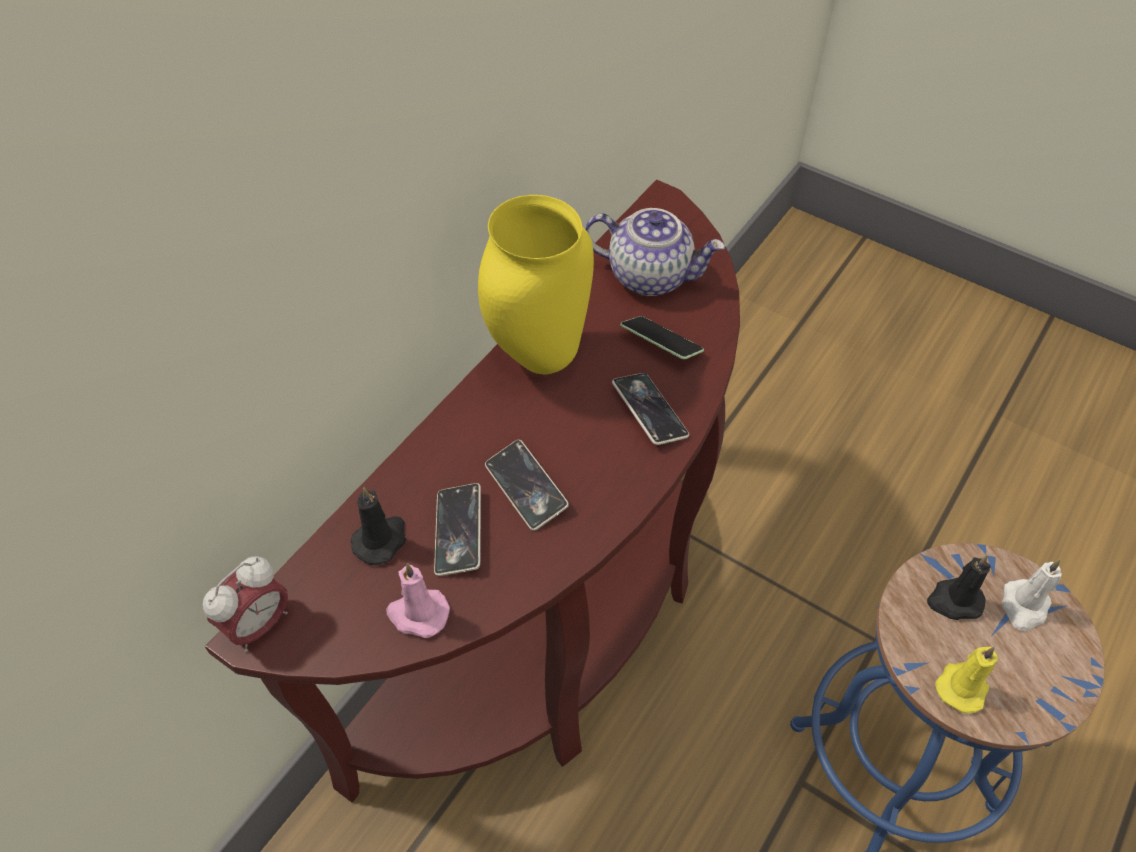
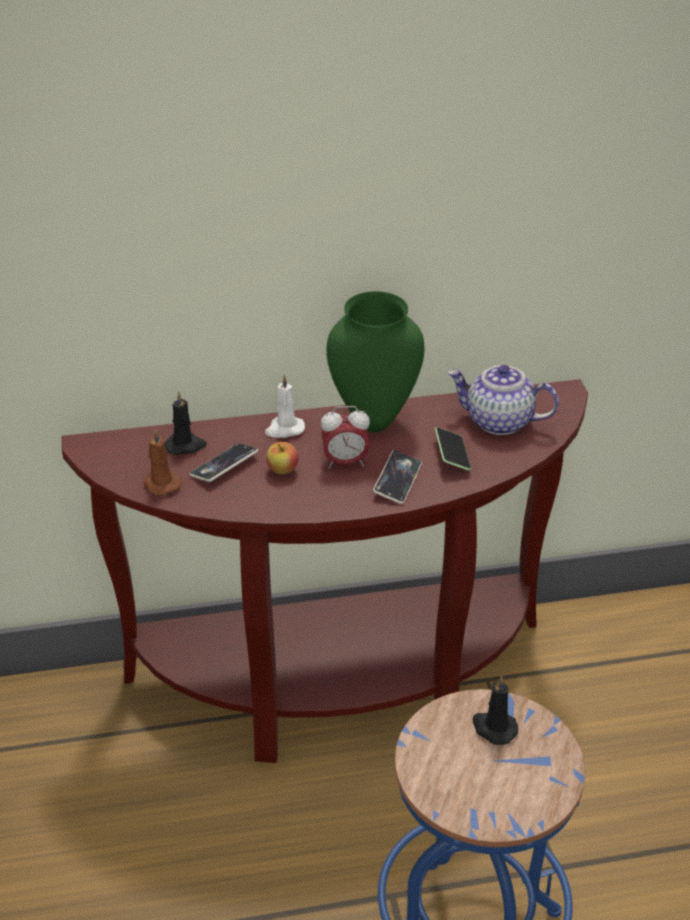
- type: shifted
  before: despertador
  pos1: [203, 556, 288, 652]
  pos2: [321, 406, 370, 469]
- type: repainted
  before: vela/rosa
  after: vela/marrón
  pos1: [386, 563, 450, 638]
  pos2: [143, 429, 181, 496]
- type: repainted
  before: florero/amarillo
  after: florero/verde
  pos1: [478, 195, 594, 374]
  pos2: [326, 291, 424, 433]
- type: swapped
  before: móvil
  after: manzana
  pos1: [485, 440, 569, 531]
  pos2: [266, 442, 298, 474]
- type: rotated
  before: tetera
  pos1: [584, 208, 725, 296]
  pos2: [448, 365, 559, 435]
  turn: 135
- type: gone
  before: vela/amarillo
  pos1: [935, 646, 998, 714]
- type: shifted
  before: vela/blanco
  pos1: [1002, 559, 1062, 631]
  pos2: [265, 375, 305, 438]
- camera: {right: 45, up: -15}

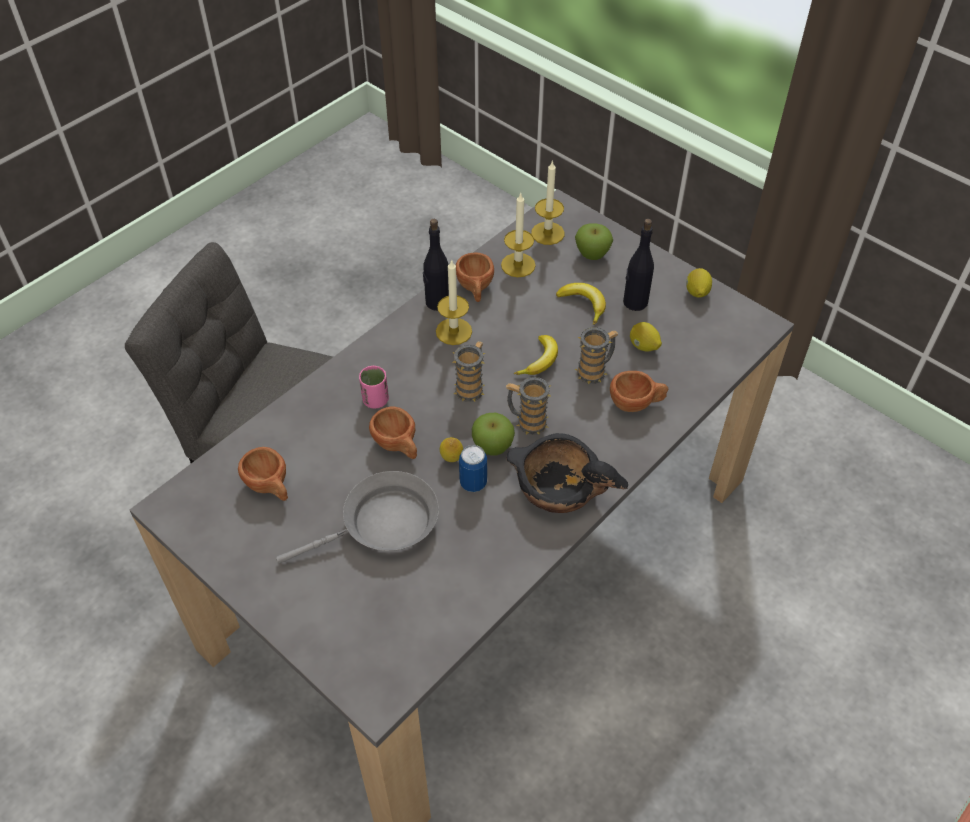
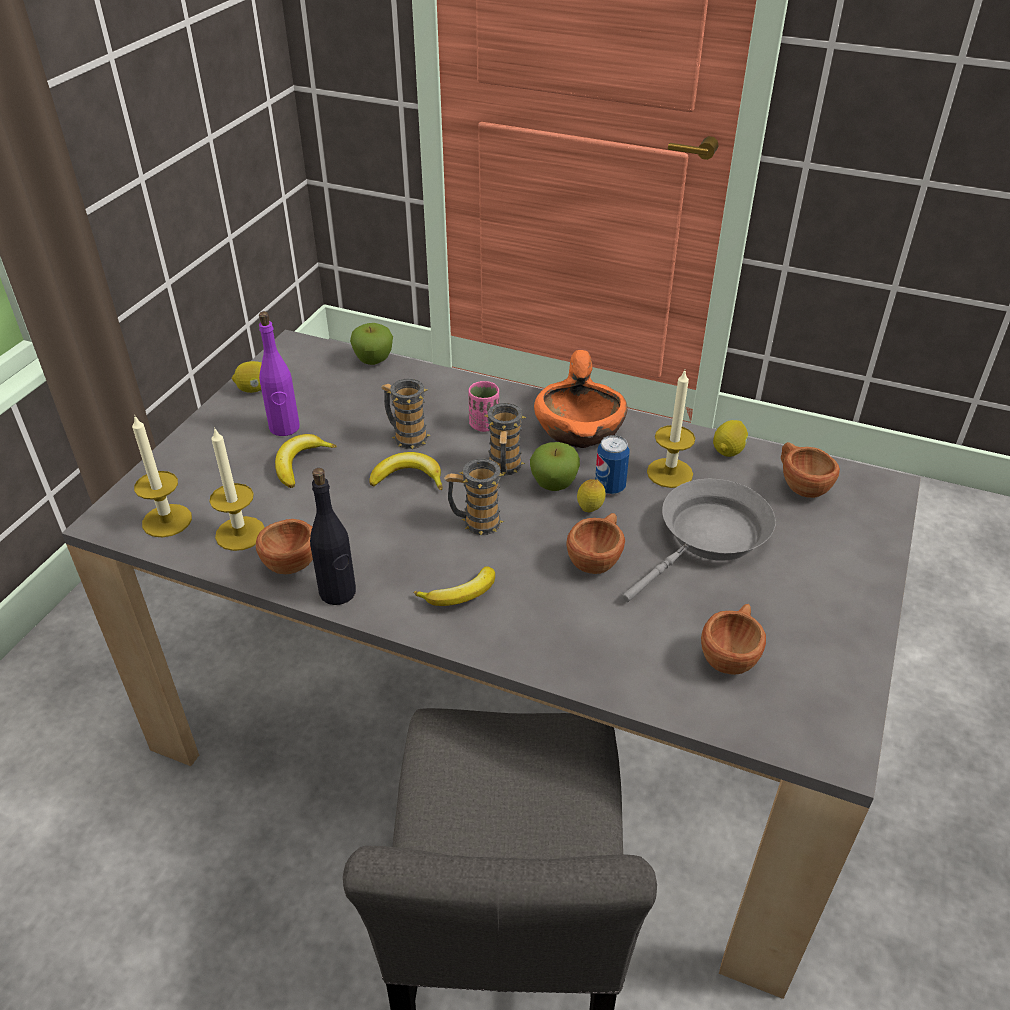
- type: rotated
  before: sartén/gris
  pos1: [276, 471, 439, 564]
  pos2: [622, 478, 776, 602]
  turn: 90
- type: shifted
  before: taza/rosa
  pos1: [359, 366, 389, 409]
  pos2: [469, 381, 499, 432]
- type: shifted
  before: vela
  pos1: [436, 259, 472, 345]
  pos2: [647, 370, 695, 488]
- type: repainted
  before: cuenco/negro
  after: cuenco/naranja
  pos1: [506, 433, 628, 513]
  pos2: [534, 350, 628, 448]
- type: shifted
  before: manzana
  pos1: [575, 223, 613, 260]
  pos2: [350, 323, 393, 365]
- type: shifted
  before: taza/marrón
  pos1: [610, 371, 668, 412]
  pos2: [781, 442, 840, 498]
- type: repainted
  before: botella/negro
  after: botella/morado
  pos1: [623, 219, 654, 311]
  pos2: [259, 311, 300, 436]
- type: shifted
  before: limón
  pos1: [630, 322, 662, 352]
  pos2: [713, 420, 748, 457]
- type: new
  after: plátano
  pos2: [413, 566, 495, 606]
- camera: {right: -110, up: -10}

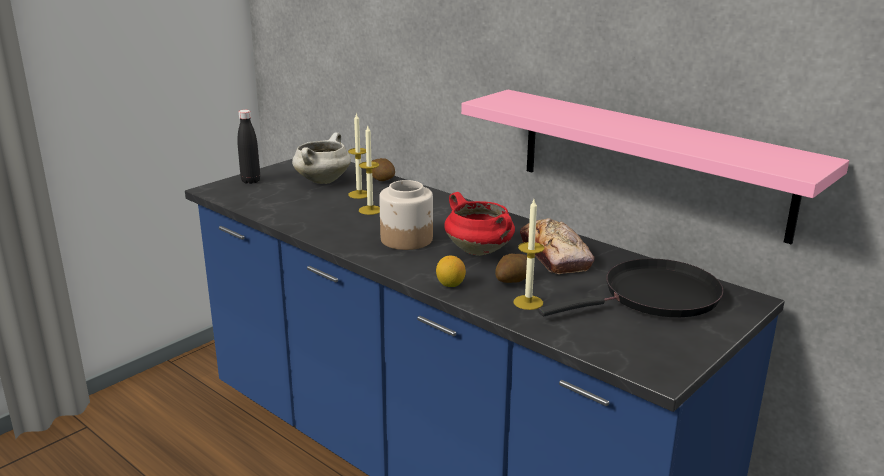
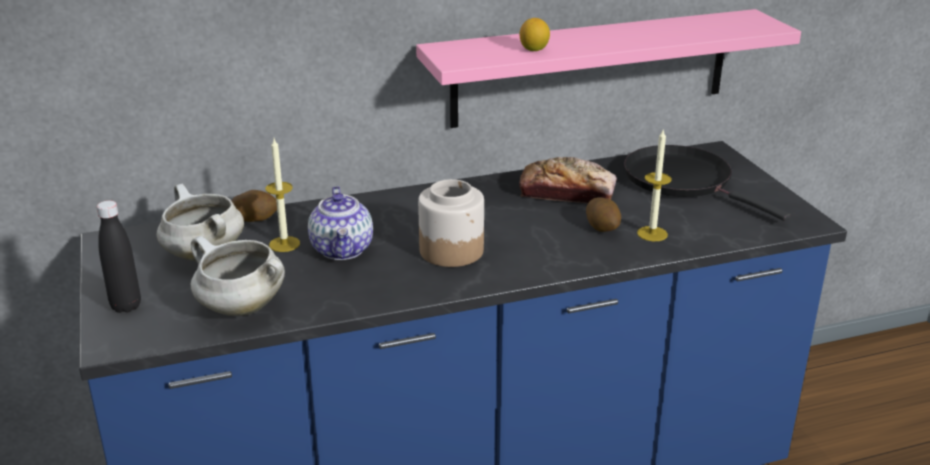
- type: swapped
  before: vela
  after: tetera
  pos1: [359, 126, 380, 215]
  pos2: [308, 186, 373, 260]
- type: shifted
  before: limón
  pos1: [436, 256, 466, 287]
  pos2: [520, 18, 550, 51]
- type: gone
  before: olla/rojo
  pos1: [444, 192, 515, 256]
- type: rotated
  before: sartén/negro
  pos1: [538, 258, 724, 317]
  pos2: [624, 145, 790, 221]
  turn: -45
- type: new
  after: olla/blanco
  pos2: [191, 236, 285, 316]
- camera: {right: -60, up: 5}

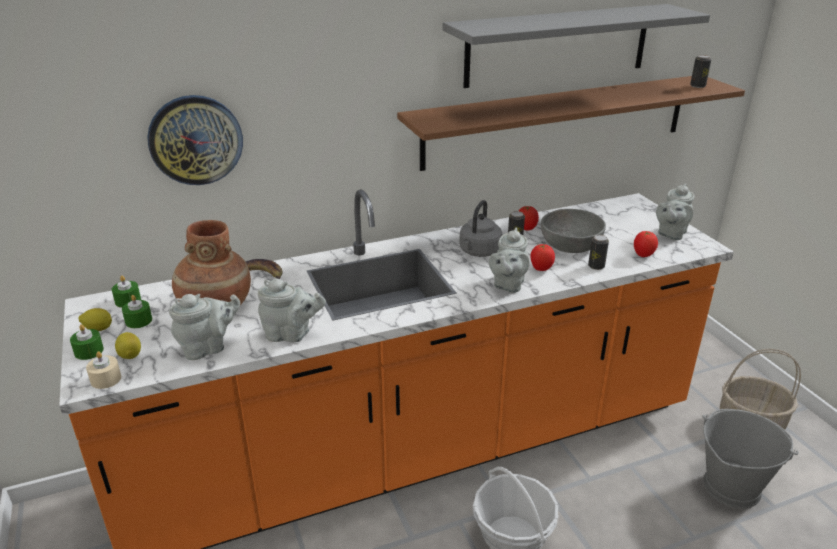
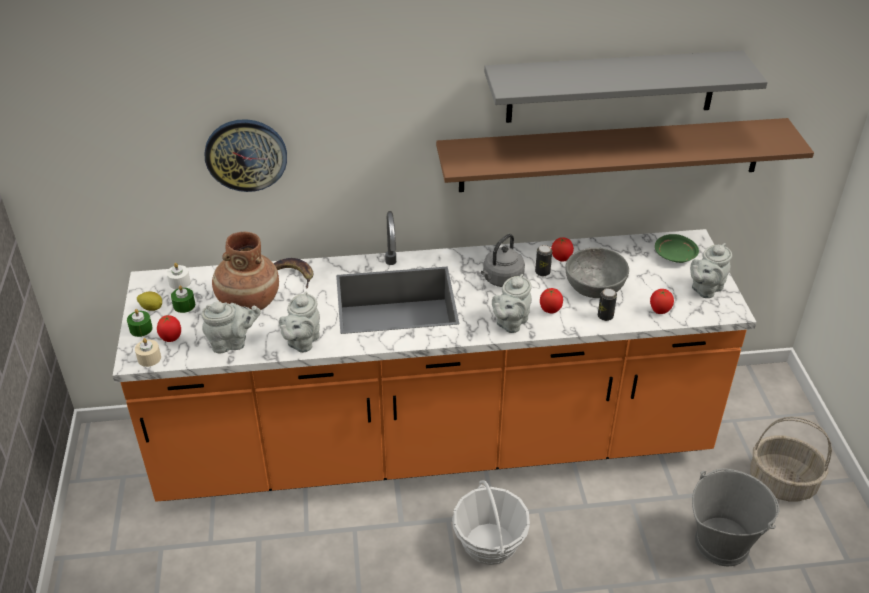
- type: repainted
  before: vela/verde
  after: vela/blanco
  pos1: [112, 276, 141, 308]
  pos2: [167, 263, 191, 290]
- type: swapped
  before: limón
  after: tomate
  pos1: [115, 332, 141, 359]
  pos2: [157, 315, 181, 342]
- type: rotated
  before: tetera/gris
  pos1: [258, 279, 326, 342]
  pos2: [279, 292, 320, 353]
  turn: 90
- type: gone
  before: lata
  pos1: [690, 55, 711, 88]
- type: new
  after: plato/verde
  pos2: [655, 234, 699, 263]
- camera: {right: 15, up: 10}

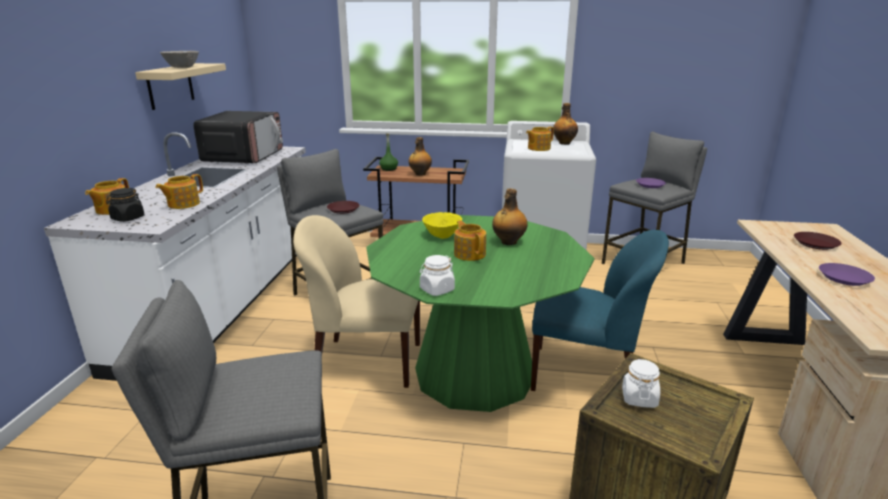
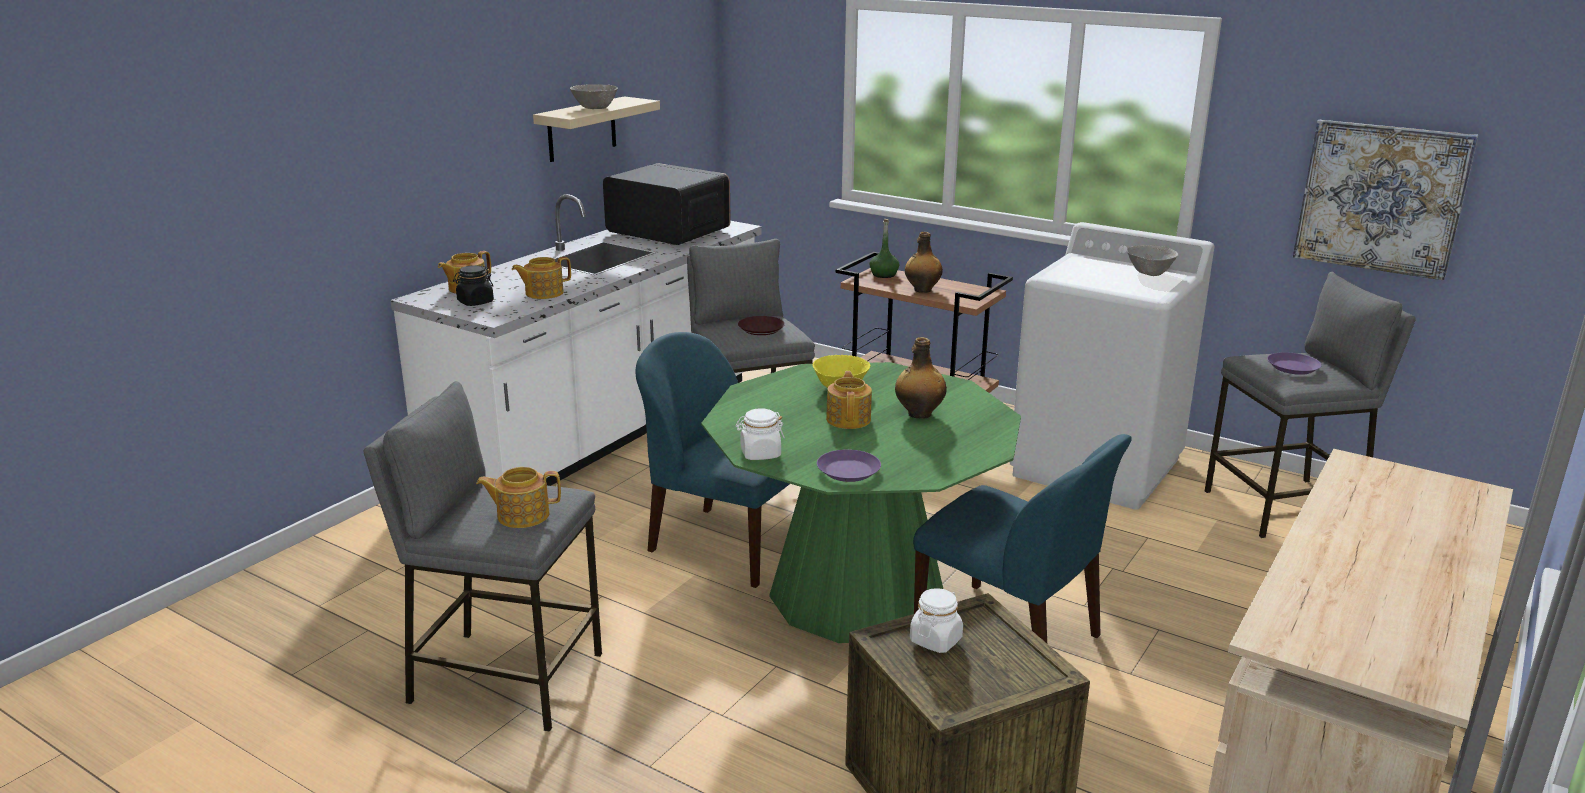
- type: rotated
  before: microondas
  pos1: [193, 111, 283, 163]
  pos2: [603, 163, 731, 245]
  turn: -90
- type: repainted
  before: silla/beis
  after: silla/azul
  pos1: [293, 215, 420, 388]
  pos2: [636, 332, 790, 588]
- type: shifted
  before: tetera
  pos1: [526, 127, 554, 151]
  pos2: [476, 467, 561, 528]
- type: swapped
  before: botella
  after: cuenco/gris
  pos1: [553, 103, 578, 145]
  pos2: [1127, 245, 1179, 276]
- type: gone
  before: plato/marrón
  pos1: [794, 232, 842, 250]
- type: shifted
  before: plato/morado
  pos1: [819, 263, 875, 286]
  pos2: [817, 449, 881, 482]
- type: new
  after: cuadro
  pos2: [1293, 119, 1478, 280]
- camera: {right: 25, up: 0}

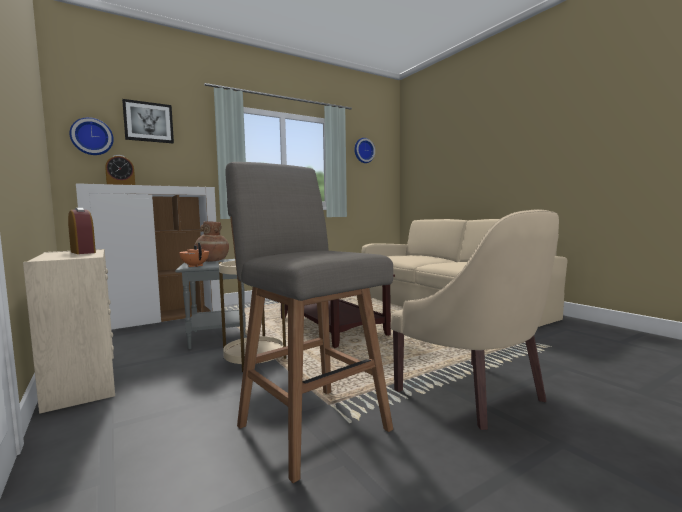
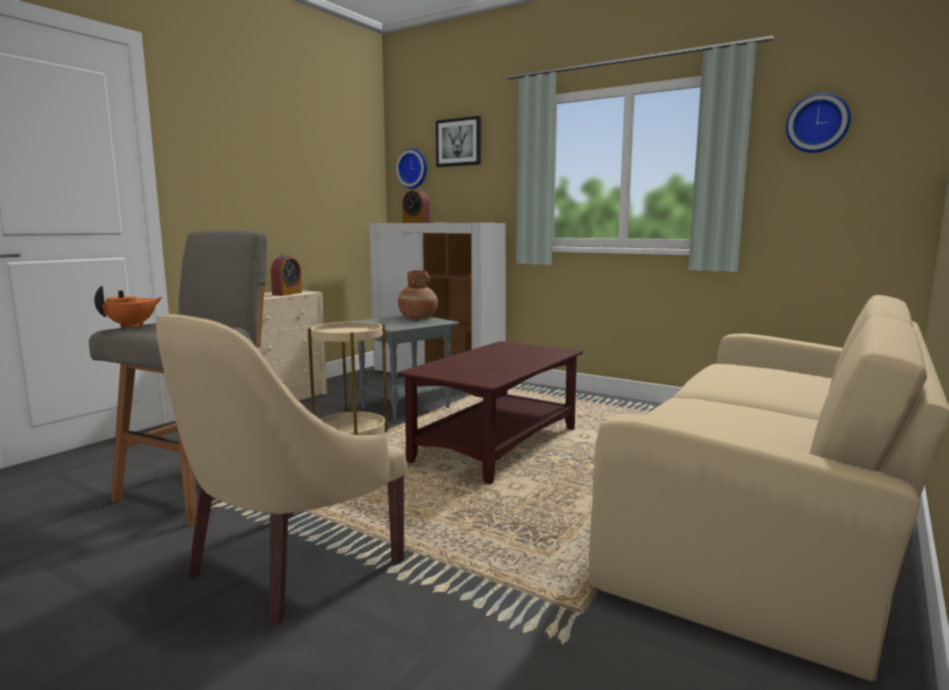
- type: shifted
  before: tetera/naranja
  pos1: [179, 242, 209, 267]
  pos2: [94, 286, 163, 328]
- camera: {right: 65, up: 5}

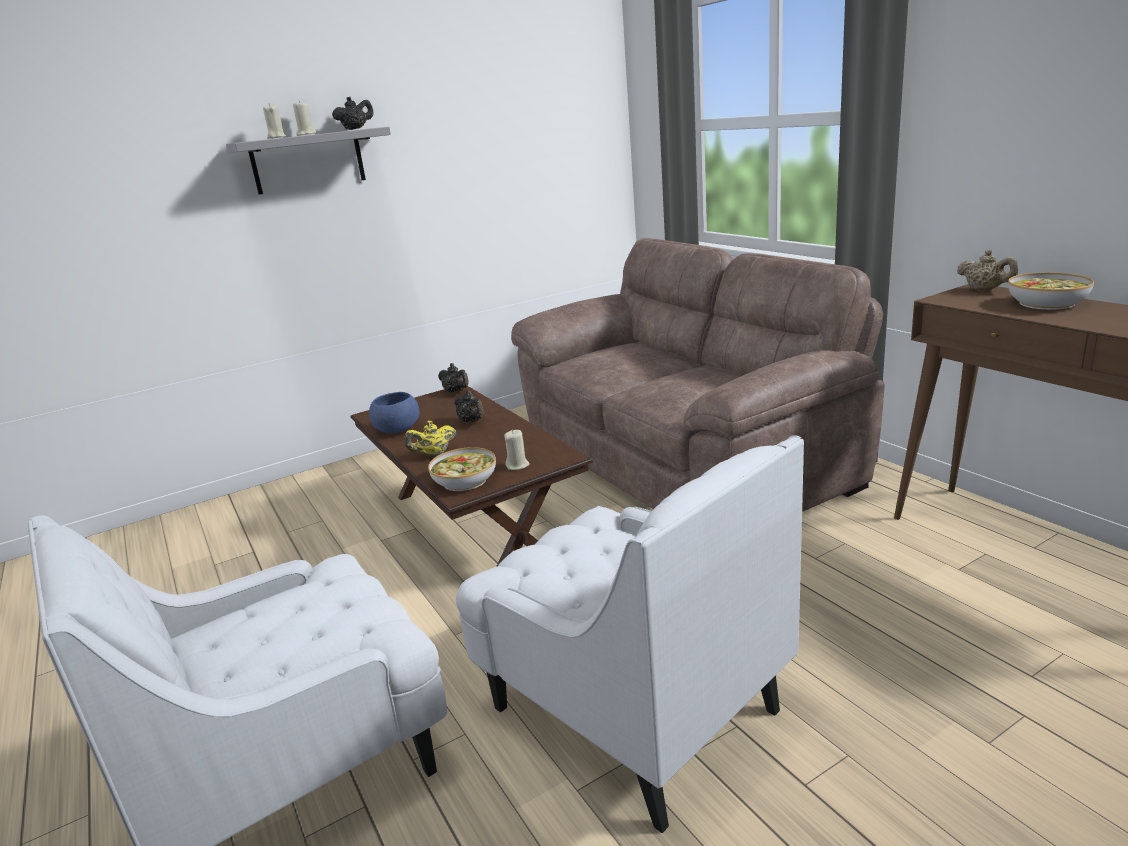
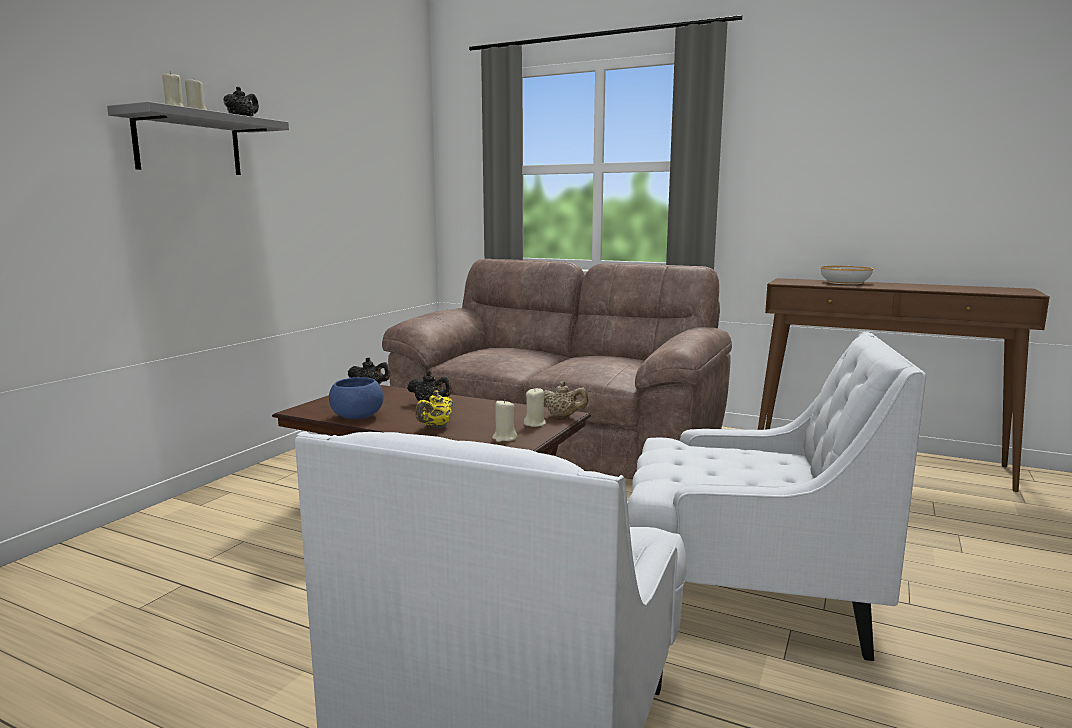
- type: swapped
  before: cuenco
  after: vela/beis
  pos1: [428, 447, 496, 491]
  pos2: [492, 399, 517, 442]
- type: shifted
  before: tetera/beis
  pos1: [957, 250, 1018, 291]
  pos2: [544, 381, 589, 418]
- camera: {right: -35, up: -10}

